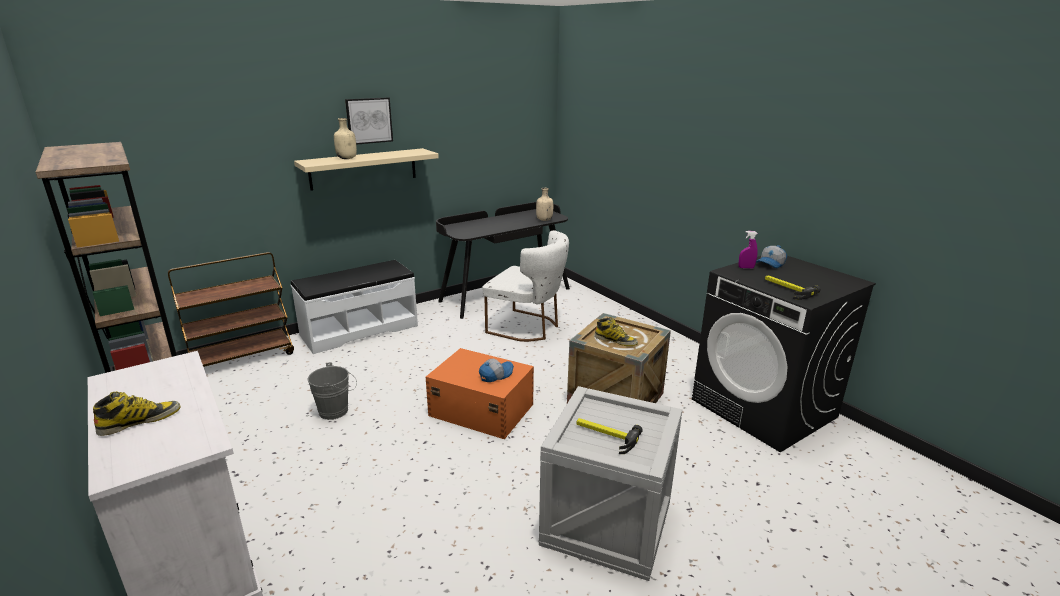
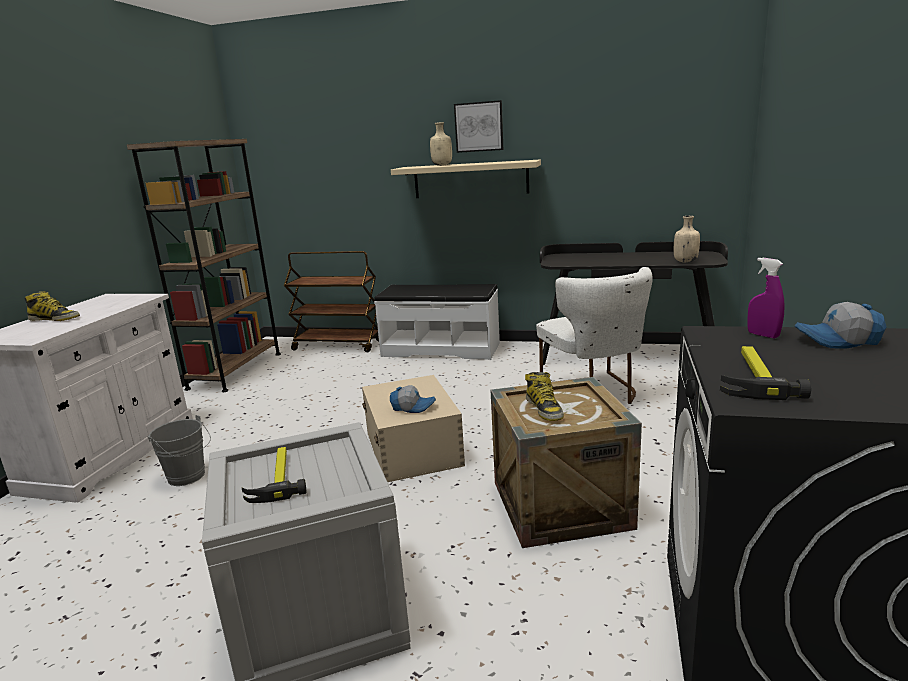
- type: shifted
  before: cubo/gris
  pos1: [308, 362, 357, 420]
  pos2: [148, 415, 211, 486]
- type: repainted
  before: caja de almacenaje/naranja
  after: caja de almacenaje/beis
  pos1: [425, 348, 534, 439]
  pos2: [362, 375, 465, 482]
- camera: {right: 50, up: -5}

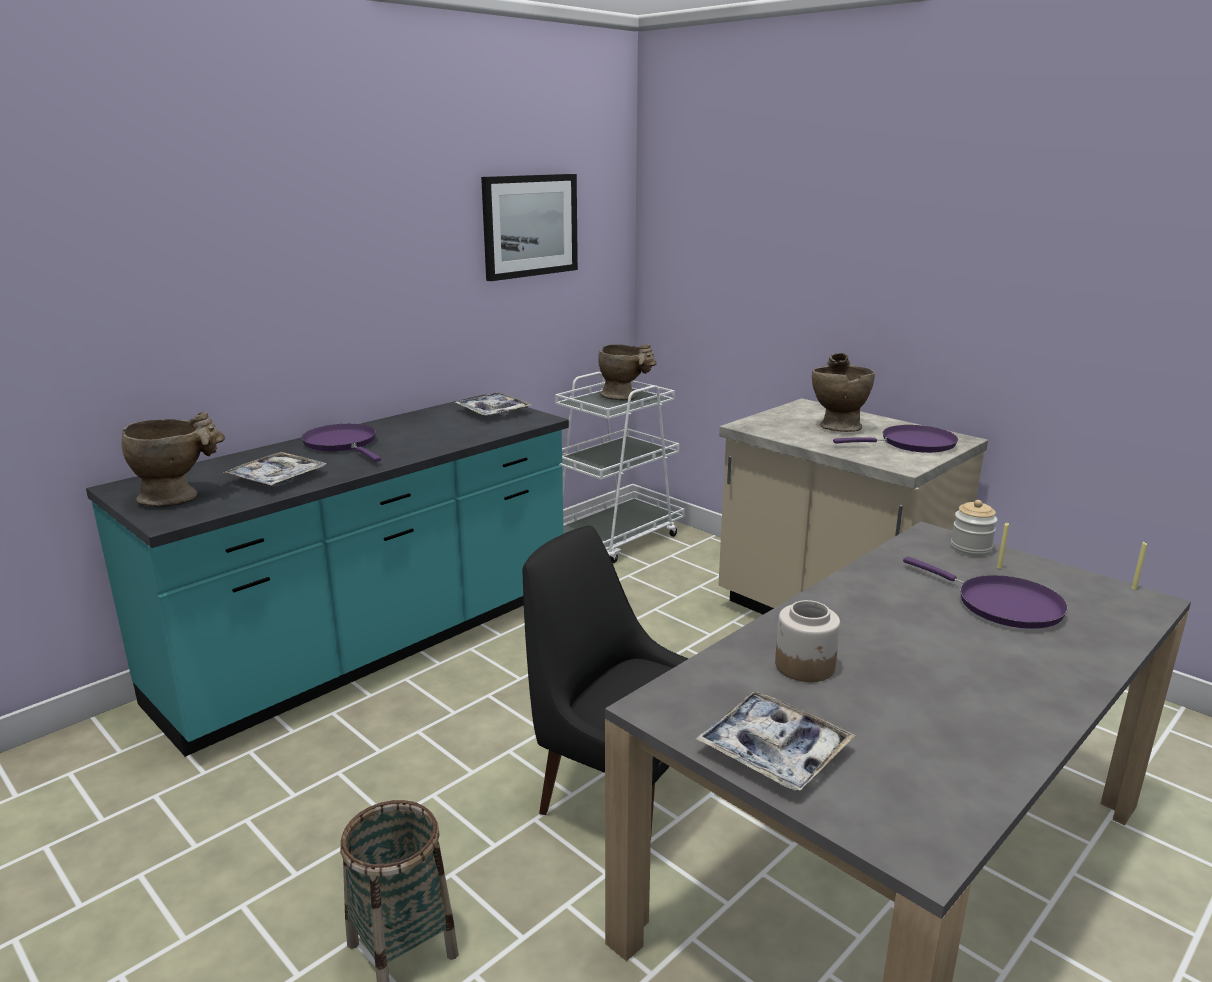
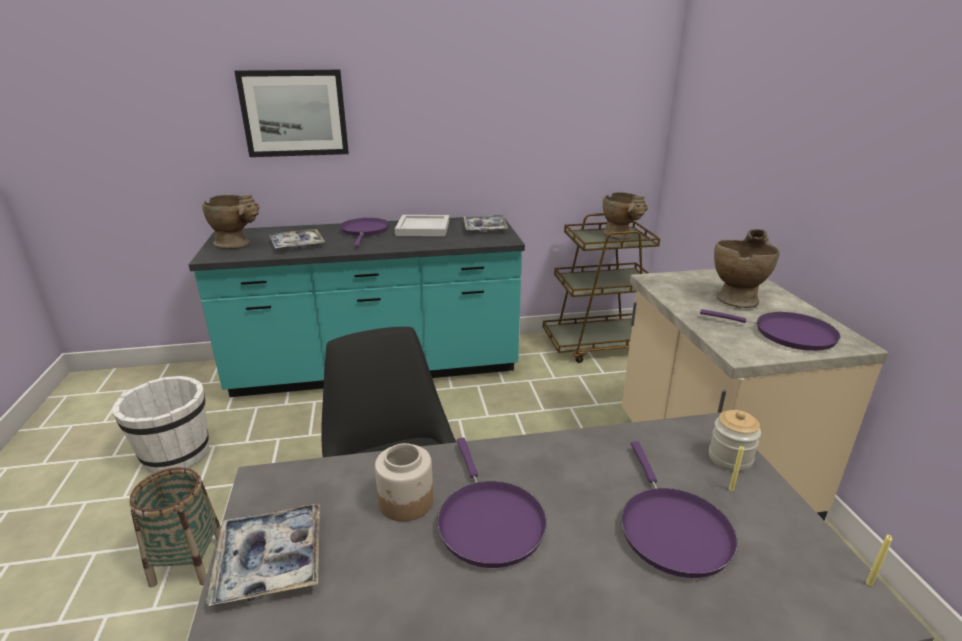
- type: shifted
  before: cuadro
  pos1: [481, 174, 578, 281]
  pos2: [234, 70, 349, 157]
- type: repainted
  before: carrito/blanco
  after: carrito/marrón
  pos1: [555, 372, 685, 563]
  pos2: [543, 213, 660, 363]
- type: new
  after: cubo/blanco
  pos2: [113, 376, 209, 473]
- type: new
  after: bandeja/blanco
  pos2: [395, 215, 449, 236]
- type: new
  after: sartén/morado
  pos2: [437, 438, 547, 568]
- camera: {right: 35, up: 5}

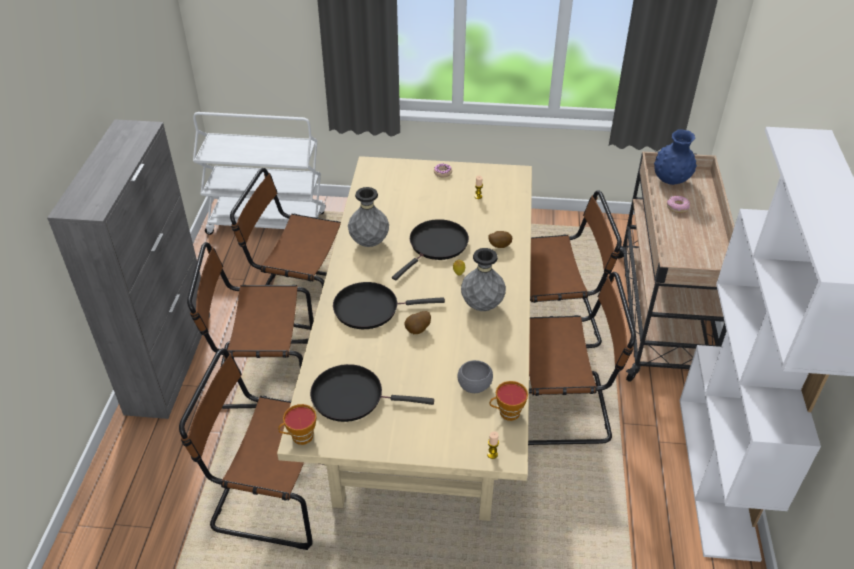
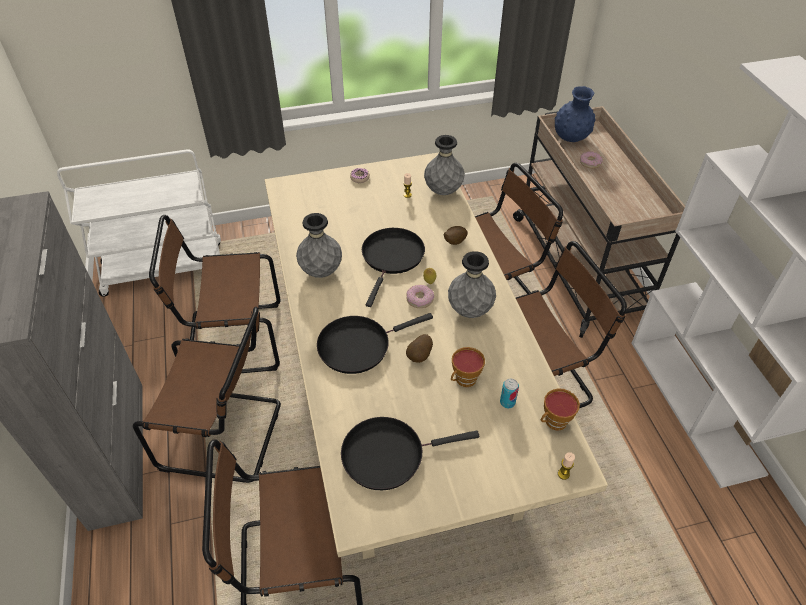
- type: rotated
  before: silla/marrón
  pos1: [187, 242, 313, 409]
  pos2: [133, 307, 281, 483]
  turn: -150
- type: shifted
  before: taza
  pos1: [278, 404, 317, 445]
  pos2: [451, 347, 485, 387]
- type: swapped
  before: cuenco/gris
  after: lata
  pos1: [457, 360, 493, 393]
  pos2: [500, 379, 519, 408]
- type: new
  after: rosquilla
  pos2: [407, 285, 434, 308]
- type: new
  after: florero/gris
  pos2: [424, 135, 465, 195]
- camera: {right: -20, up: 5}

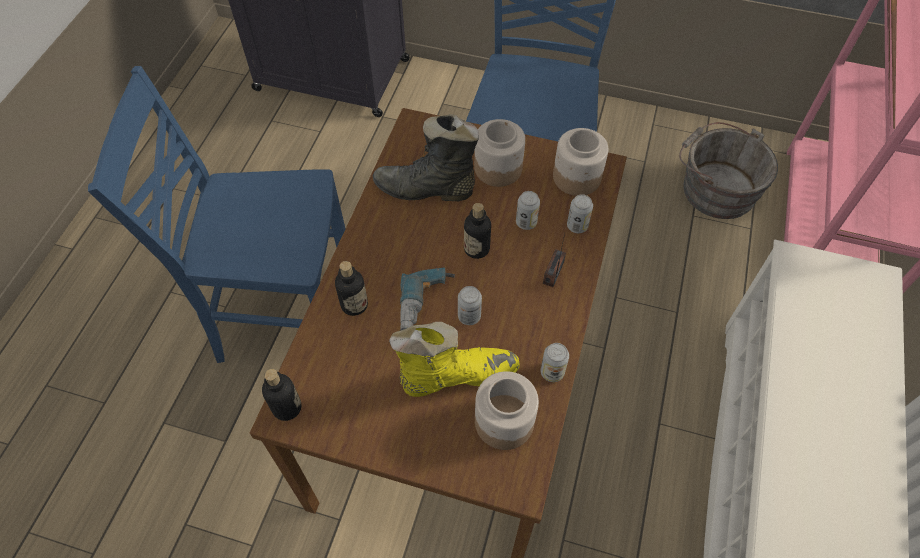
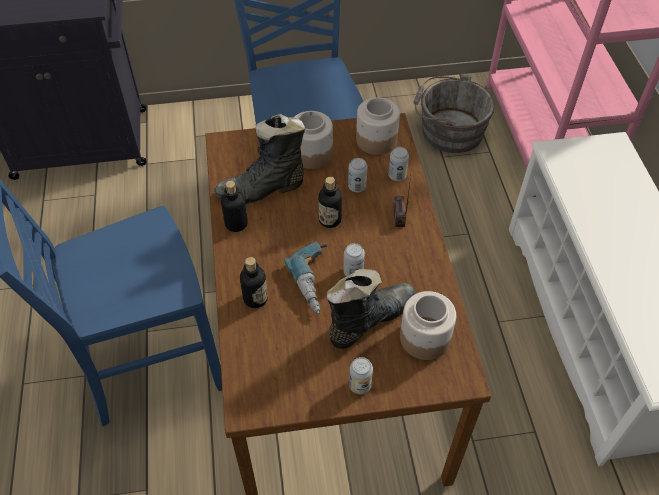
- type: shifted
  before: botella
  pos1: [262, 369, 302, 421]
  pos2: [221, 181, 248, 232]
- type: repainted
  before: bota/amarillo
  after: bota/negro
  pos1: [389, 322, 520, 397]
  pos2: [326, 269, 416, 349]
- type: shifted
  before: lata
  pos1: [541, 343, 569, 382]
  pos2: [349, 357, 373, 394]
- camera: {right: -25, up: -5}

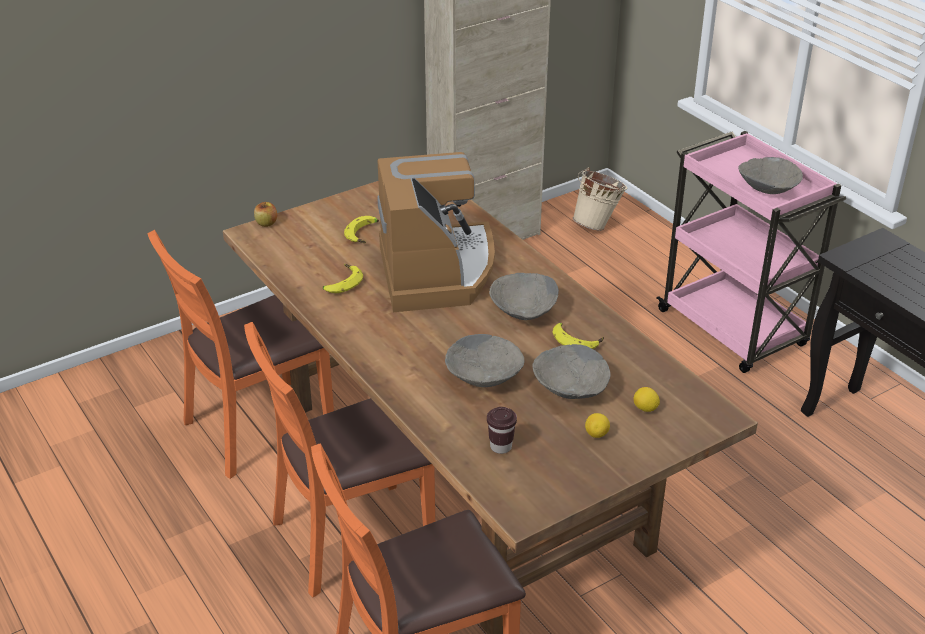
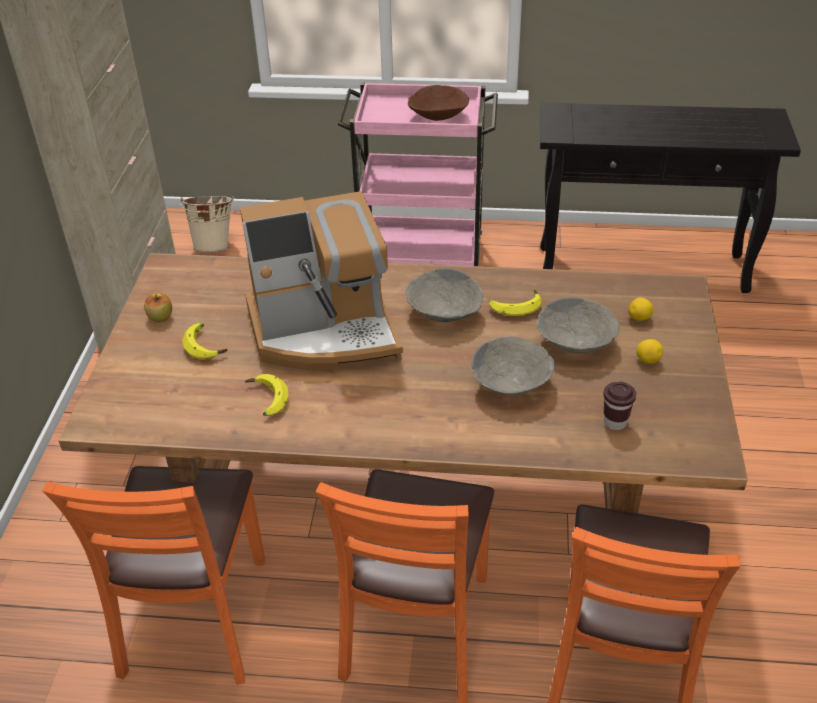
- type: shifted
  before: manzana
  pos1: [254, 202, 277, 227]
  pos2: [144, 293, 172, 322]
- type: rotated
  before: cafetera
  pos1: [377, 152, 495, 312]
  pos2: [240, 191, 403, 371]
  turn: 135
- type: repainted
  before: cuenco/gris
  after: cuenco/marrón
  pos1: [738, 157, 803, 194]
  pos2: [408, 85, 469, 121]
- camera: {right: -50, up: 5}

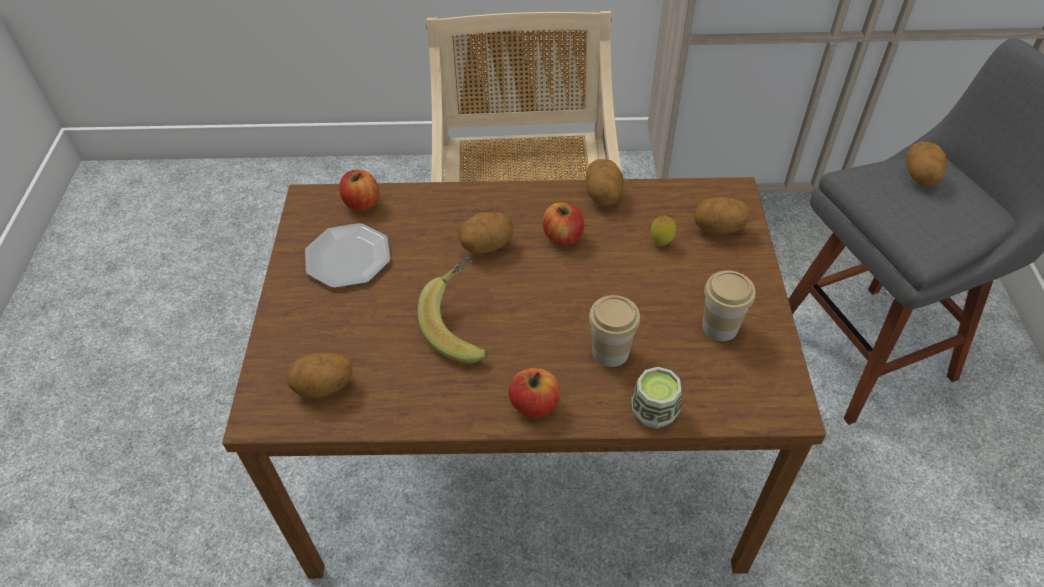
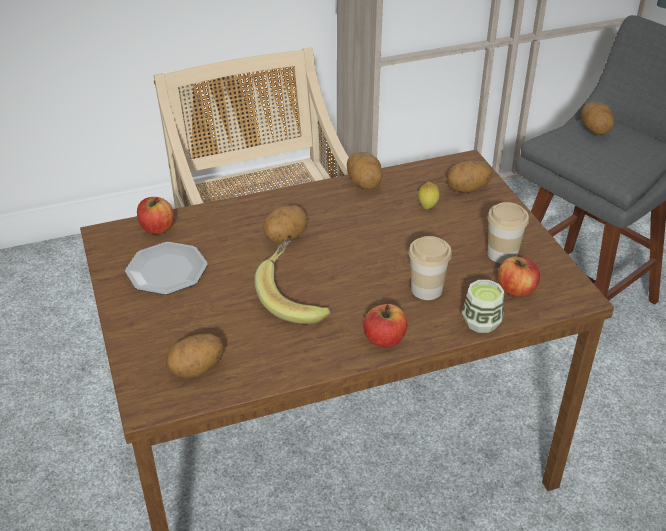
- type: shifted
  before: manzana
  pos1: [542, 202, 584, 245]
  pos2: [498, 256, 540, 297]
- camera: {right: -20, up: -10}

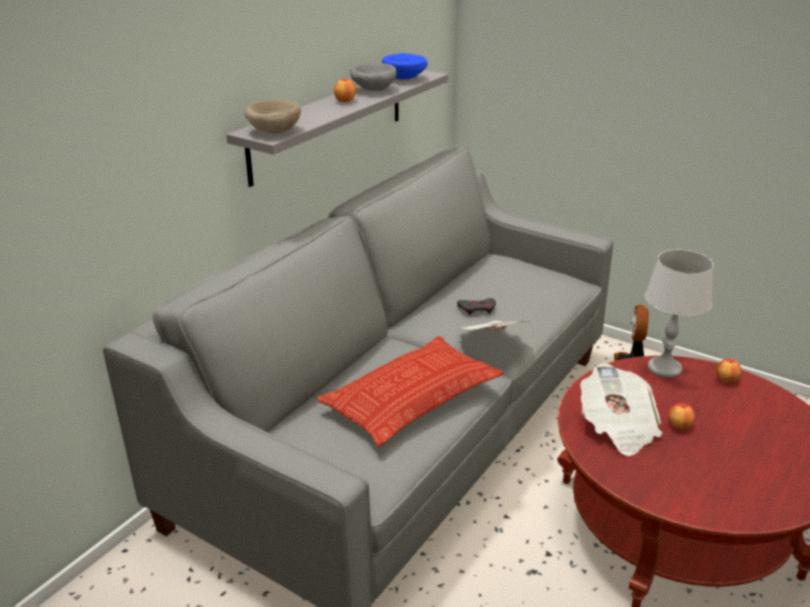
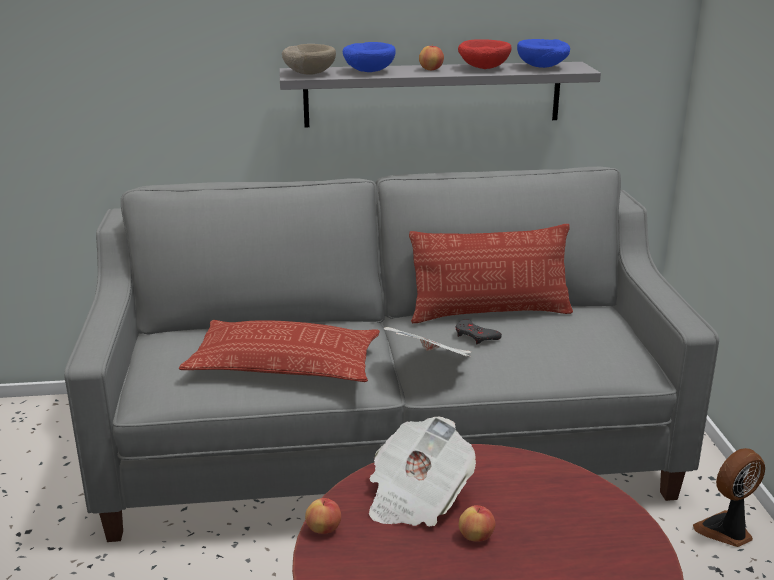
- type: repainted
  before: cuenco/gris
  after: cuenco/rojo
  pos1: [350, 63, 397, 91]
  pos2: [458, 39, 511, 69]
- type: gone
  before: lámpara de mesa/gris
  pos1: [645, 250, 713, 378]
- type: shifted
  before: manzana
  pos1: [717, 359, 742, 383]
  pos2: [305, 498, 341, 534]
- type: new
  after: cuenco/azul
  pos2: [343, 42, 396, 72]
- type: new
  after: cojín
  pos2: [409, 224, 573, 323]
- camera: {right: 50, up: -5}

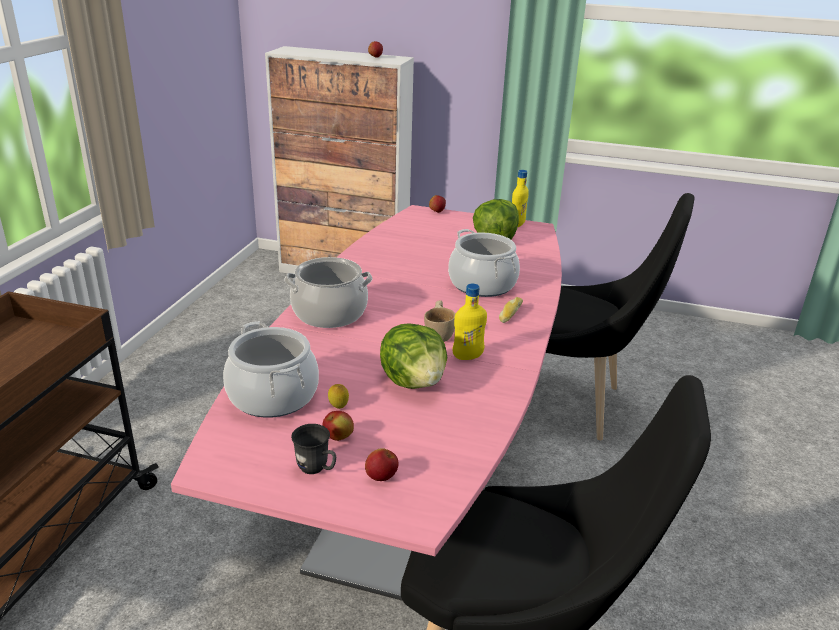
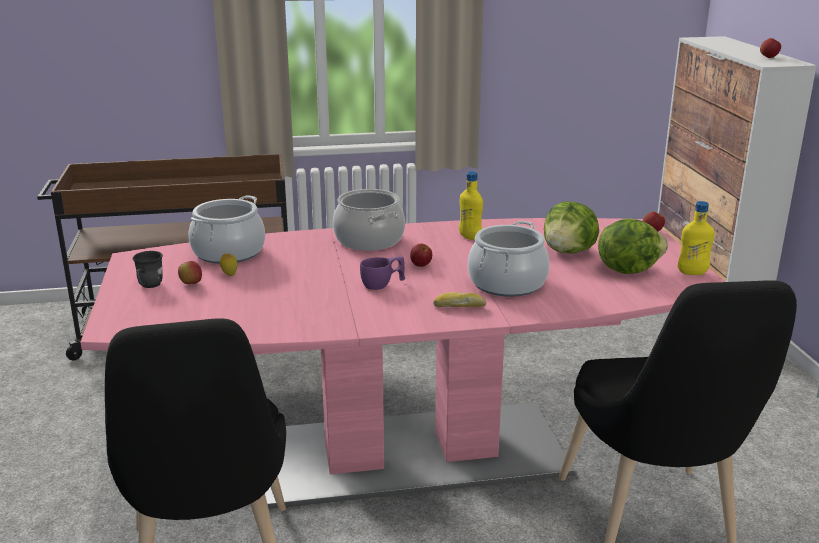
- type: shifted
  before: manzana
  pos1: [365, 448, 398, 481]
  pos2: [410, 243, 432, 267]
- type: shifted
  before: lechuga
  pos1: [380, 323, 447, 389]
  pos2: [544, 201, 599, 254]
- type: repainted
  before: taza/beis
  after: taza/morado
  pos1: [424, 300, 455, 342]
  pos2: [360, 256, 405, 290]
- type: shifted
  before: botella/amarillo
  pos1: [453, 283, 487, 360]
  pos2: [459, 171, 483, 240]
- camera: {right: 65, up: -5}

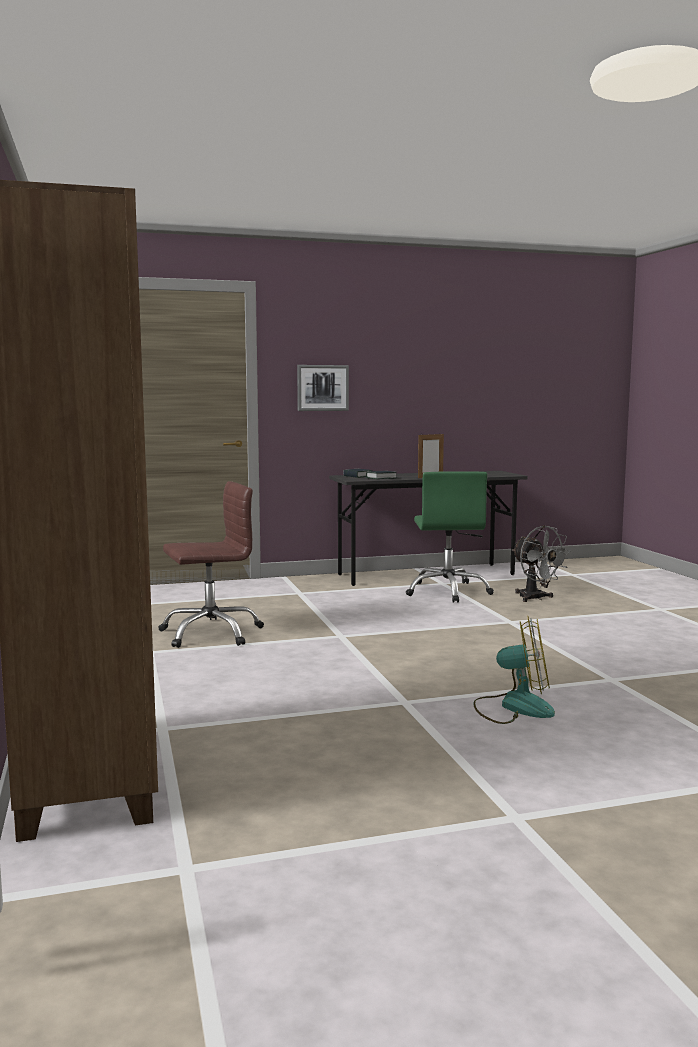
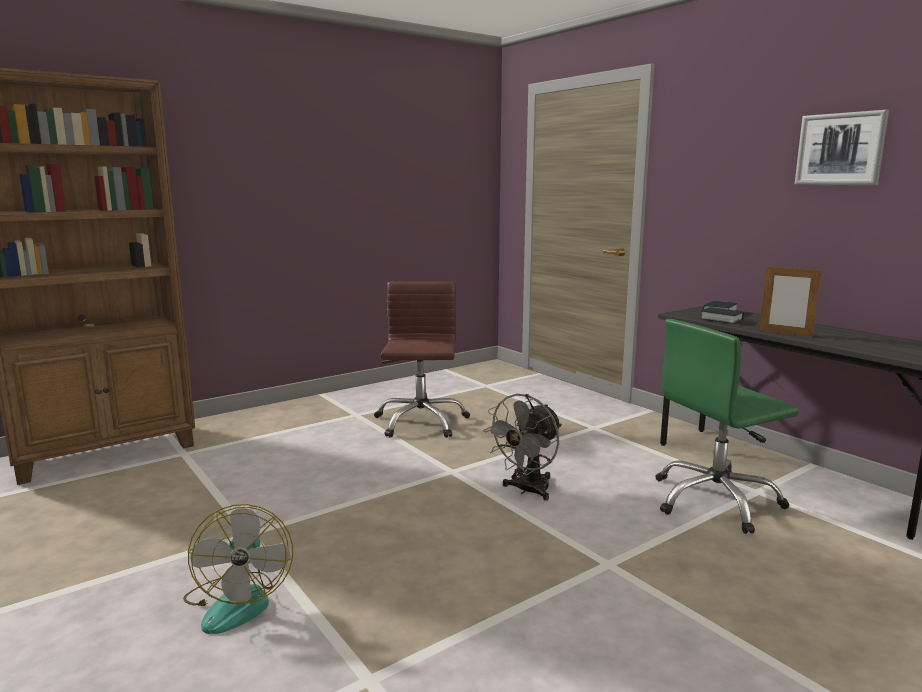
- type: rotated
  before: silla de oficina/marrón
  pos1: [158, 481, 264, 648]
  pos2: [374, 281, 470, 438]
  turn: -135
- type: shifted
  before: cuadro
  pos1: [297, 365, 349, 411]
  pos2: [795, 110, 889, 185]
- type: shifted
  before: ventilador/gris
  pos1: [512, 525, 571, 602]
  pos2: [483, 394, 562, 501]
- camera: {right: 70, up: 5}

